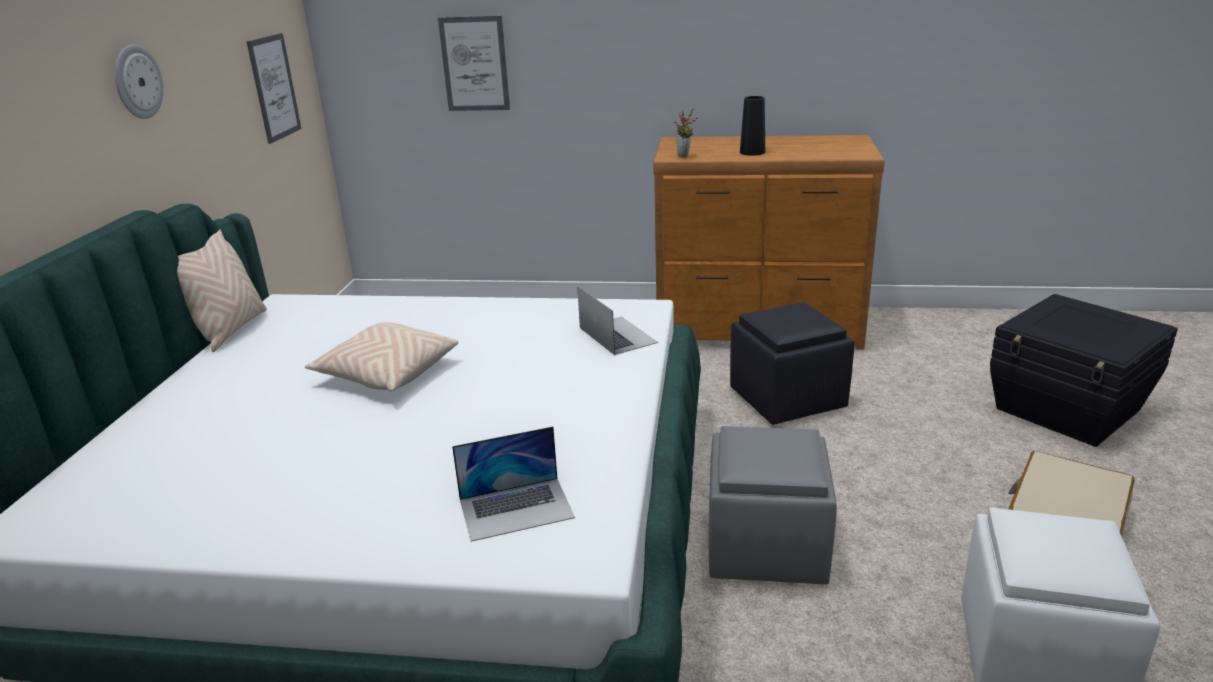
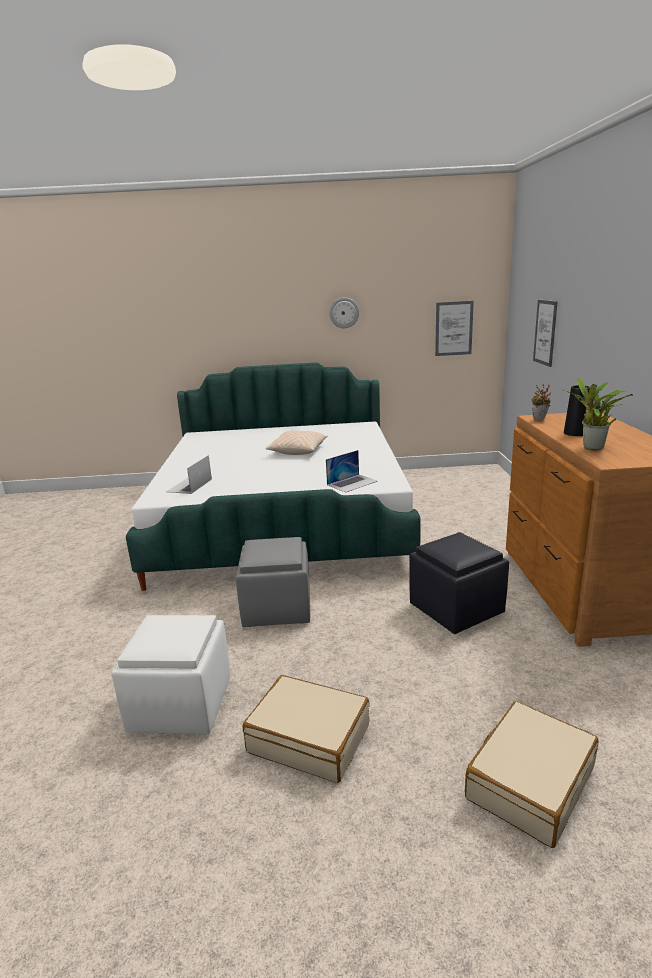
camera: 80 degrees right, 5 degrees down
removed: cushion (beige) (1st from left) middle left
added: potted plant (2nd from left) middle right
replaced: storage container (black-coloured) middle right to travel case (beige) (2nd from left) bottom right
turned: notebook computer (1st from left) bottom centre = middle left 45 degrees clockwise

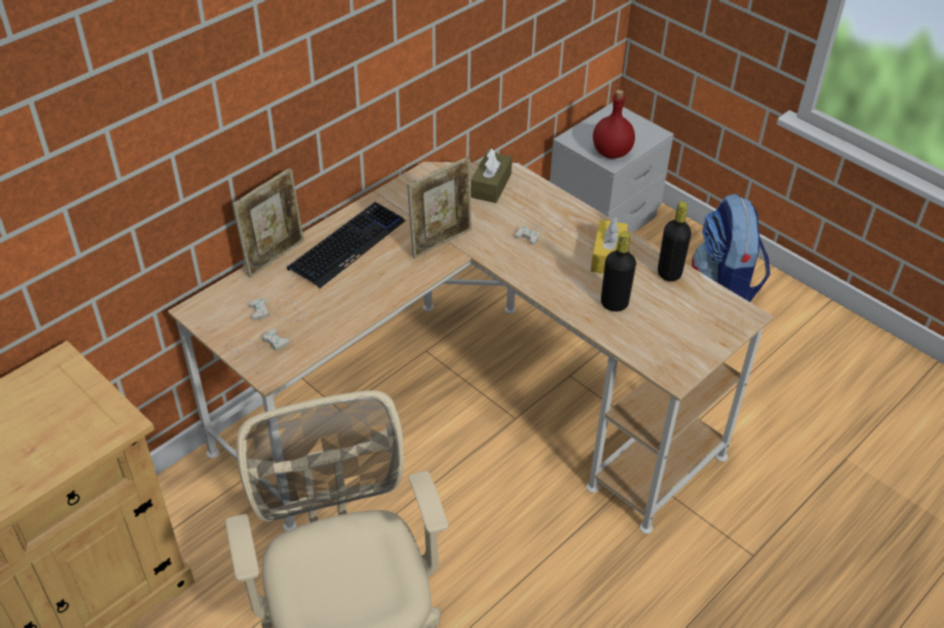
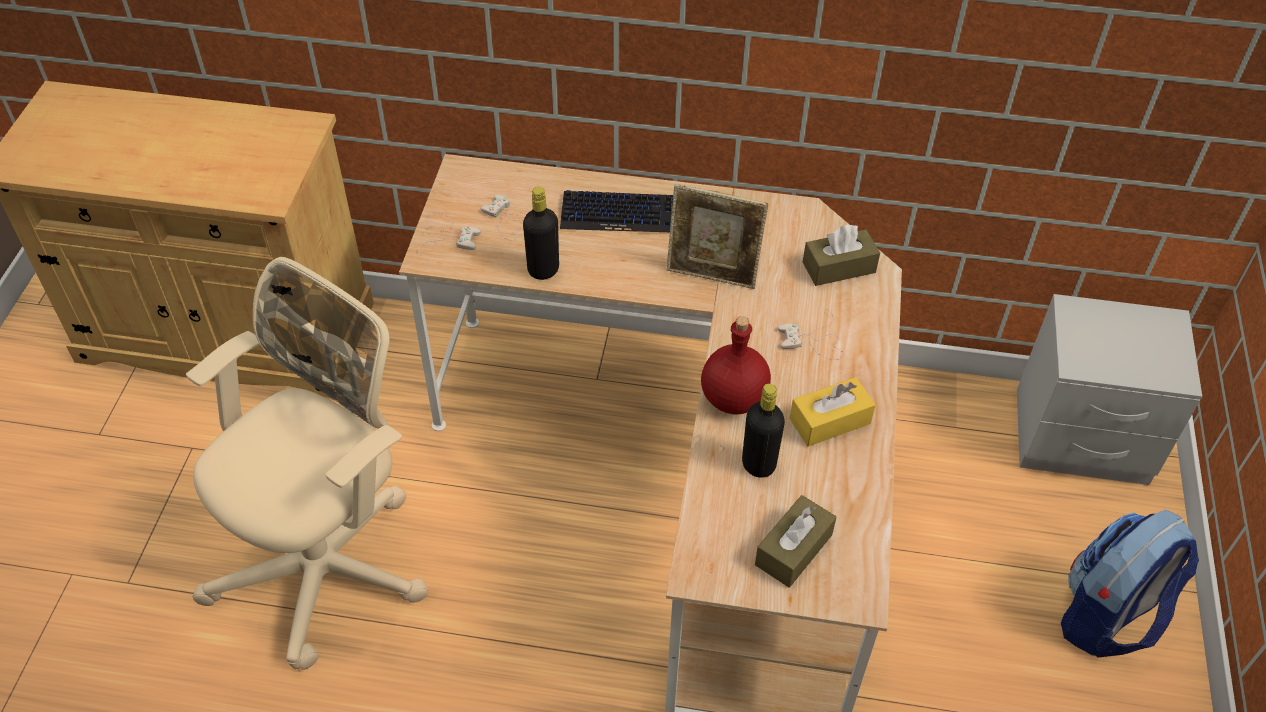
camera: 55 degrees right, 5 degrees up
removed: picture frame (1st from left) middle left
added: tissue box (brown) (1st from left) bottom centre
moved: bottle (reddish) top centre to centre; bottle (black-coloured) (2nd from left in the first image) middle right to bottle (black-coloured) (1st from left) top centre

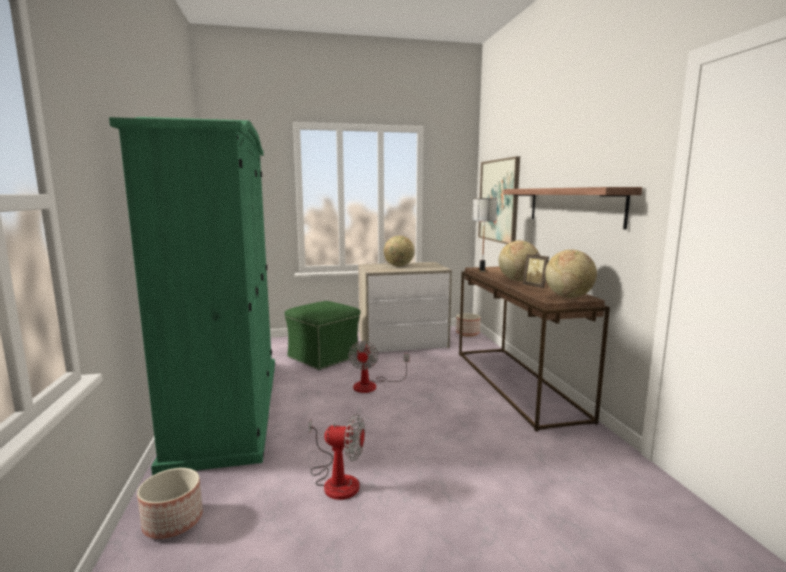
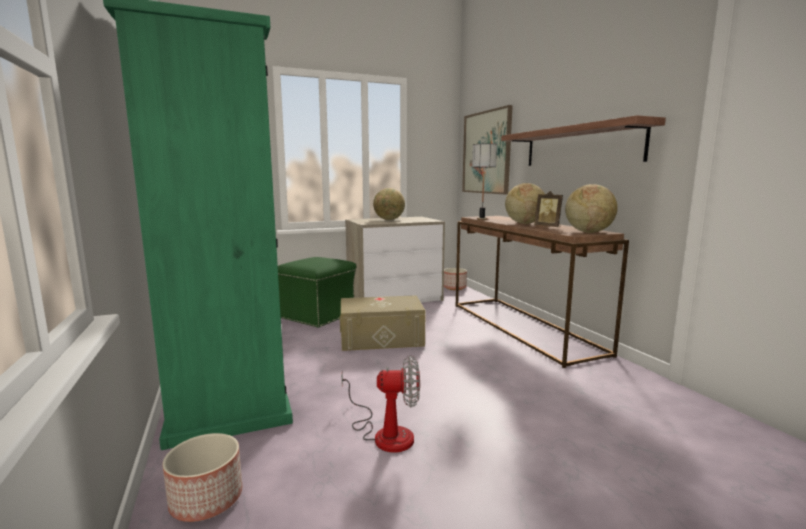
camera: 10 degrees left, 0 degrees up
replaced: electric fan (2nd from left) centre to storage container (beige) centre

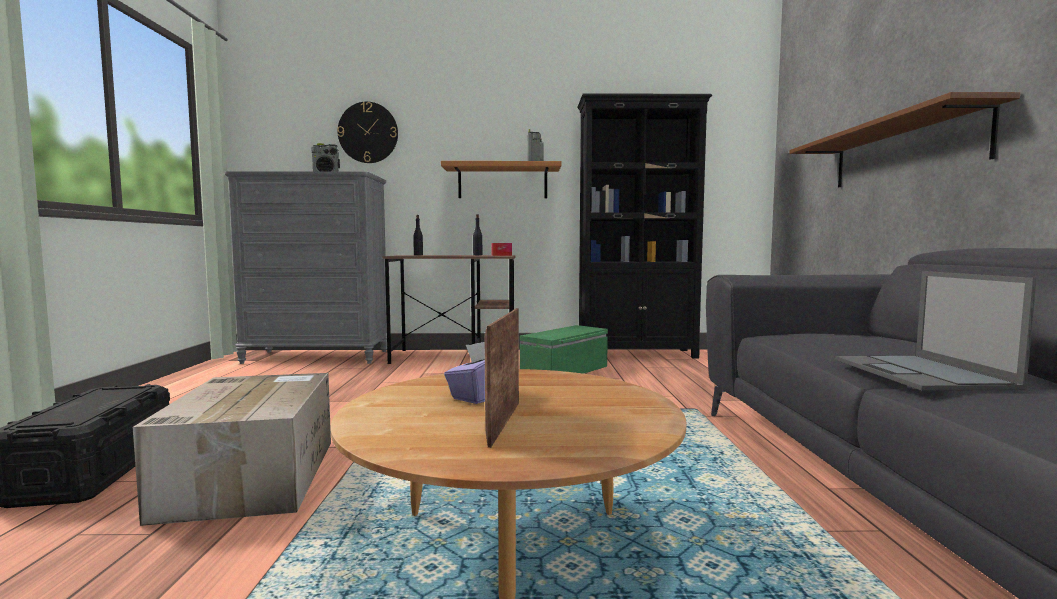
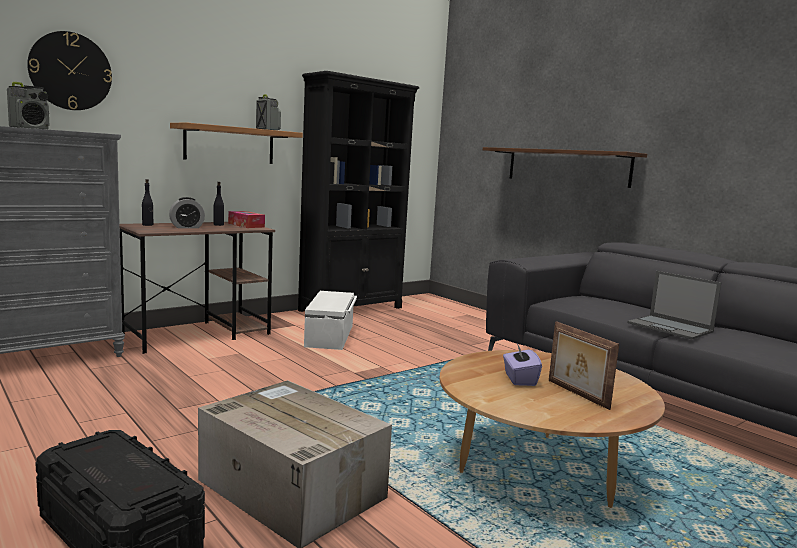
camera: 40 degrees left, 5 degrees up
added: alarm clock middle left
recoloured: storage container (green-coloured) centre to storage container (white) centre

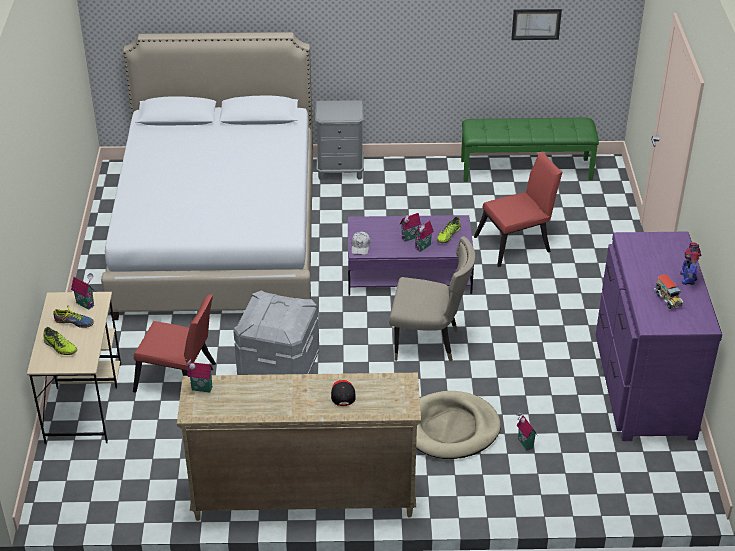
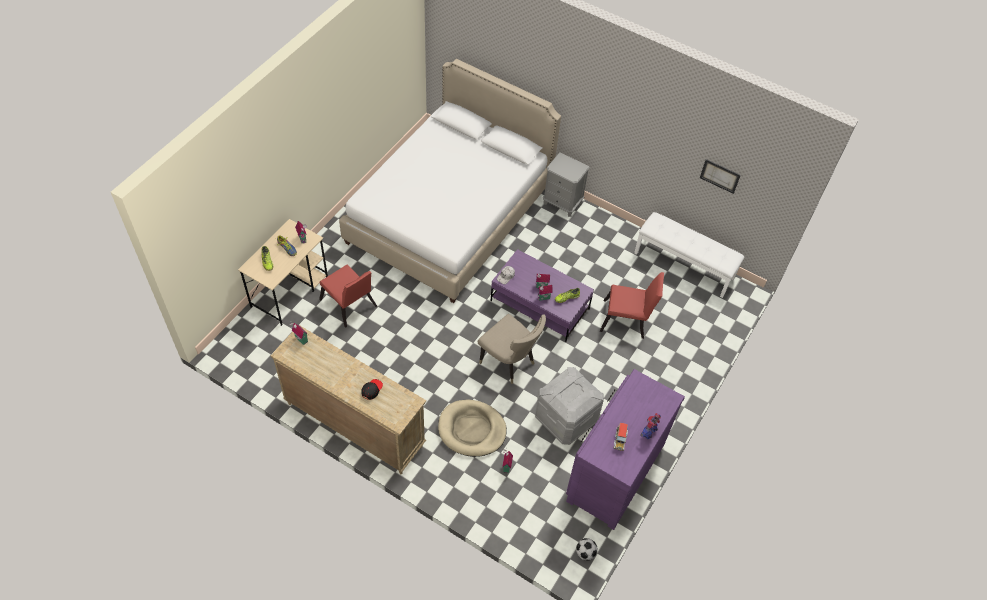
camera: 30 degrees right, 15 degrees up
added: ball for football bottom centre
moved: storage container (greyish) centre to bottom centre
recoloured: indoor bench (green-coloured) top right to indoor bench (white) middle right

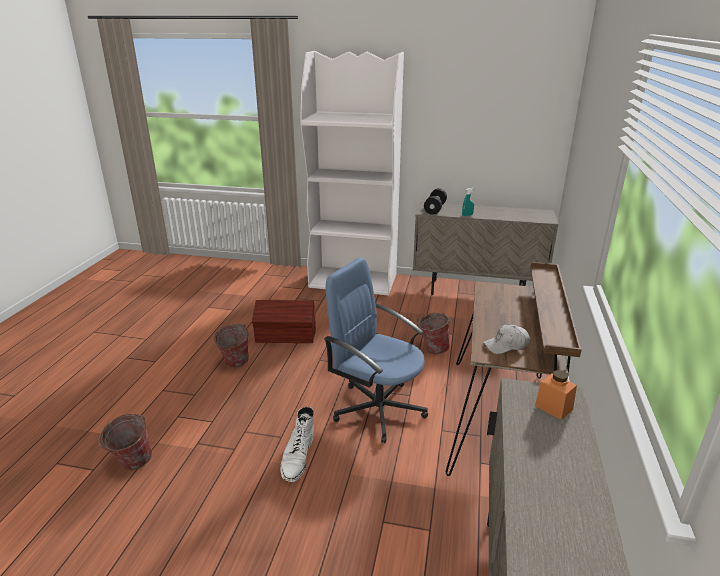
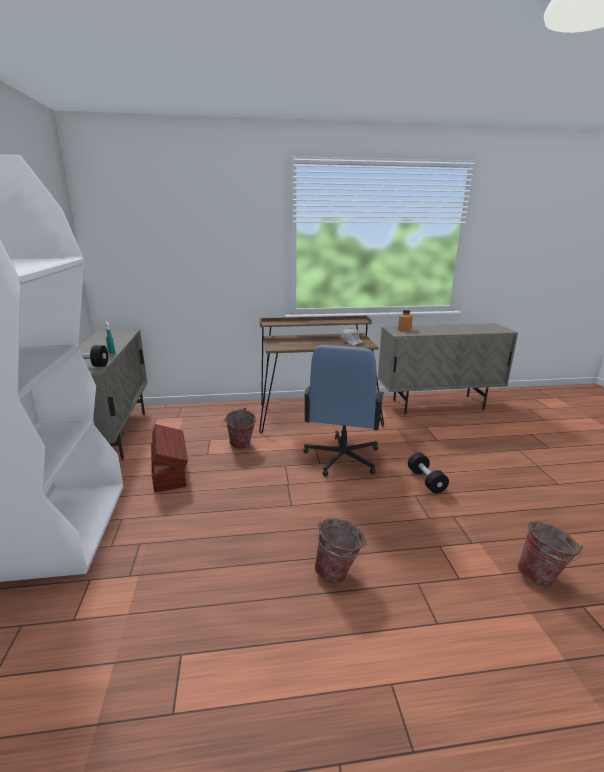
camera: 110 degrees left, 5 degrees down
moved: storage container (brown) centre to middle left
replaced: boot (white) bottom centre to dumbbell (black-coloured) (2nd from left) middle right

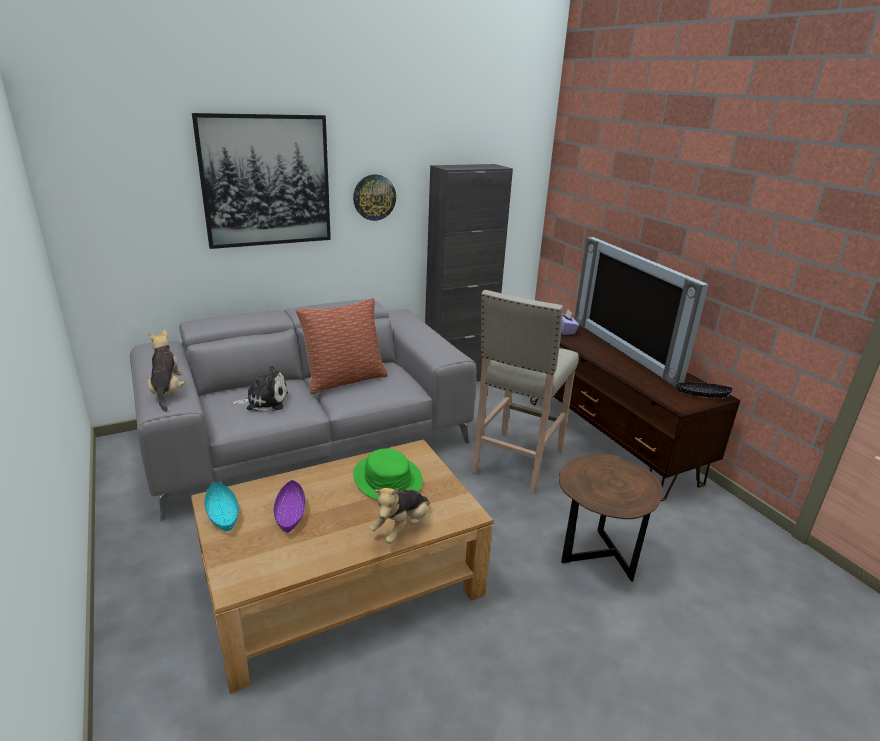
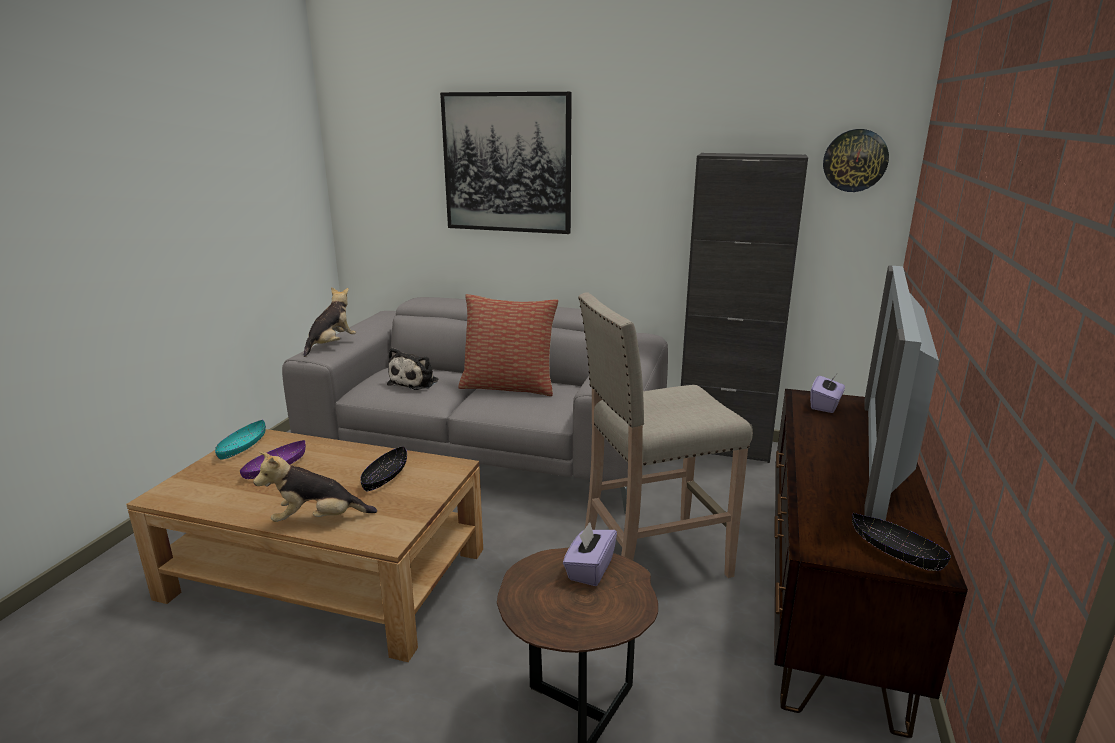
camera: 45 degrees right, 5 degrees down
added: tissue box (purple-coloured) (1st from left) bottom centre
moved: wall clock top centre to top right
replaced: hat (green-coloured) centre to bowl (black-coloured) (1st from left) centre
turned: plush toy (2nd from left in the first image) middle left = centre 75 degrees clockwise

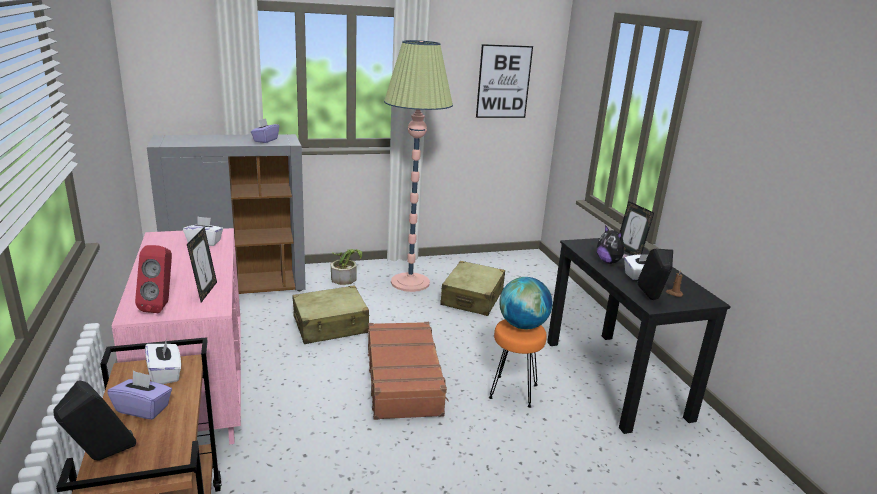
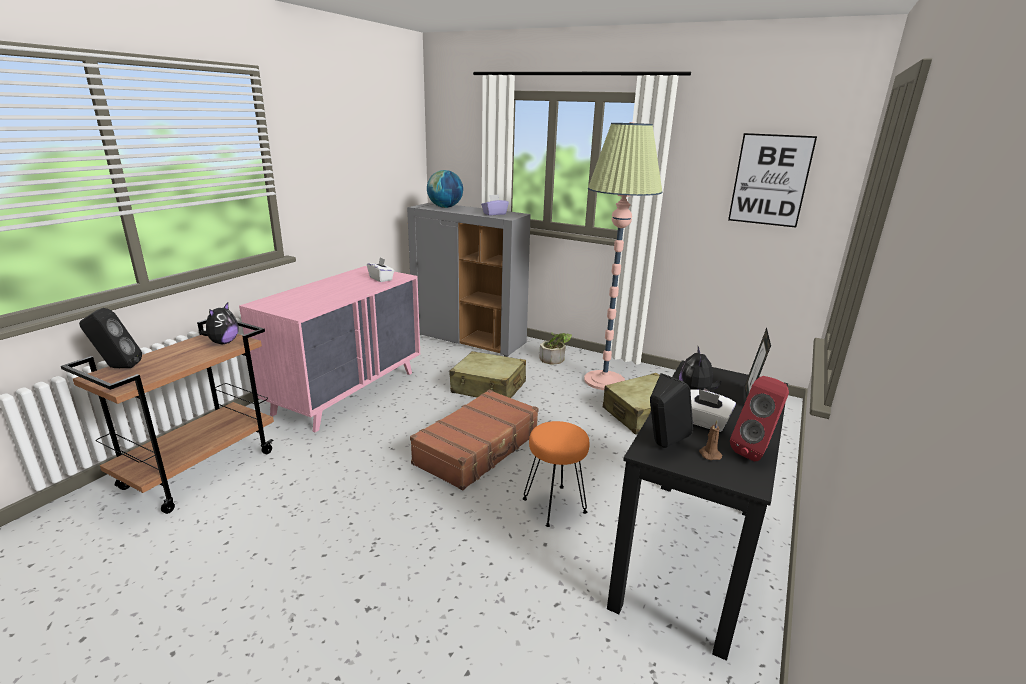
camera: 45 degrees right, 0 degrees up
removed: picture frame (1st from left) middle left; tissue box (purple-coloured) (1st from left) bottom left
moved: speaker (reddish) middle left to middle right; desk globe centre to top centre
replaced: tissue box (white) (1st from left) bottom left to plush toy (1st from left) middle left

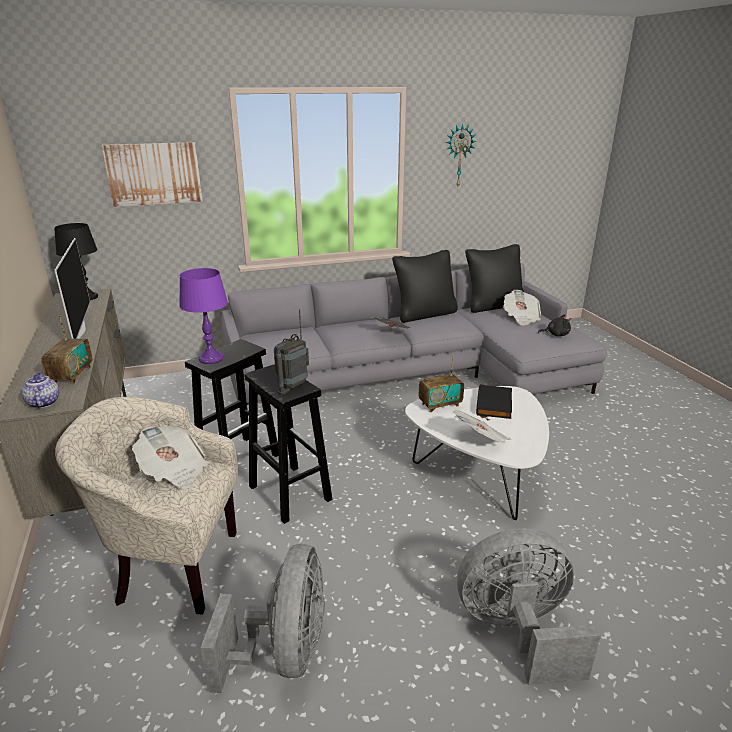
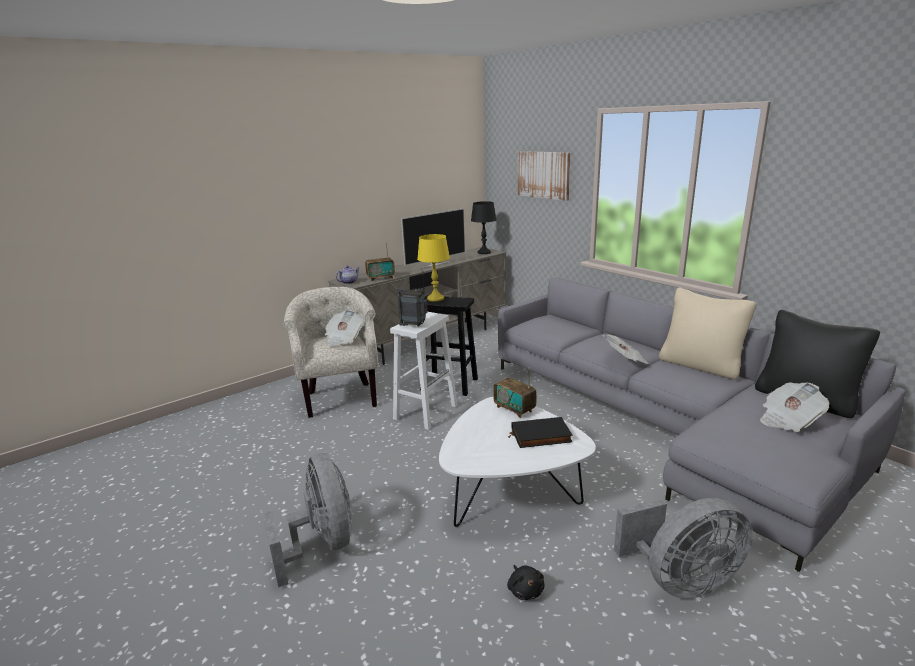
camera: 70 degrees right, 5 degrees down
removed: wall clock top centre; daily paper (3rd from left) centre
moved: plush toy (black-coloured) middle right to bottom centre; electric fan (greyish) (1st from left in the first image) bottom centre to electric fan (greyish) (2nd from left) bottom right
recoloured: cushion (black-coloured) (1st from left) centre to cushion (beige) middle right; table lamp (purple-coloured) middle left to table lamp (yellow-coloured) centre; stool (black-coloured) (2nd from left) centre to stool (white) centre

